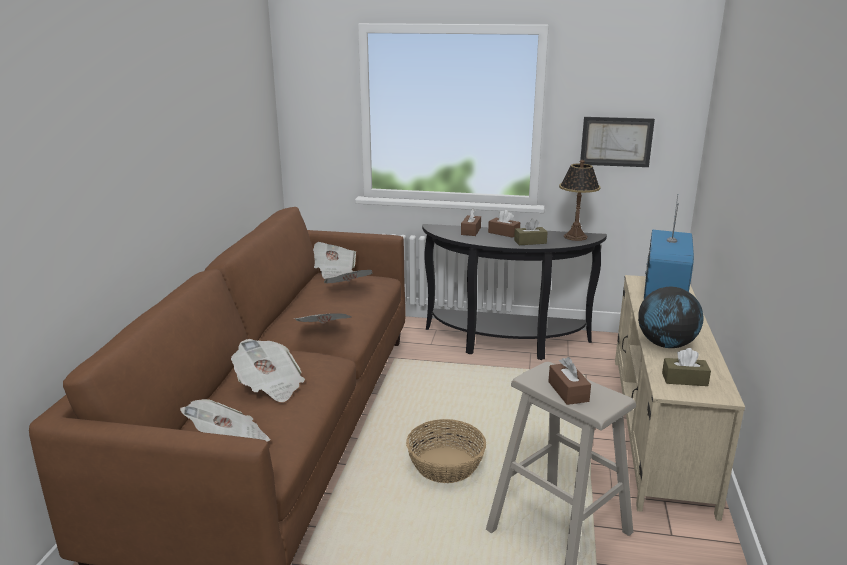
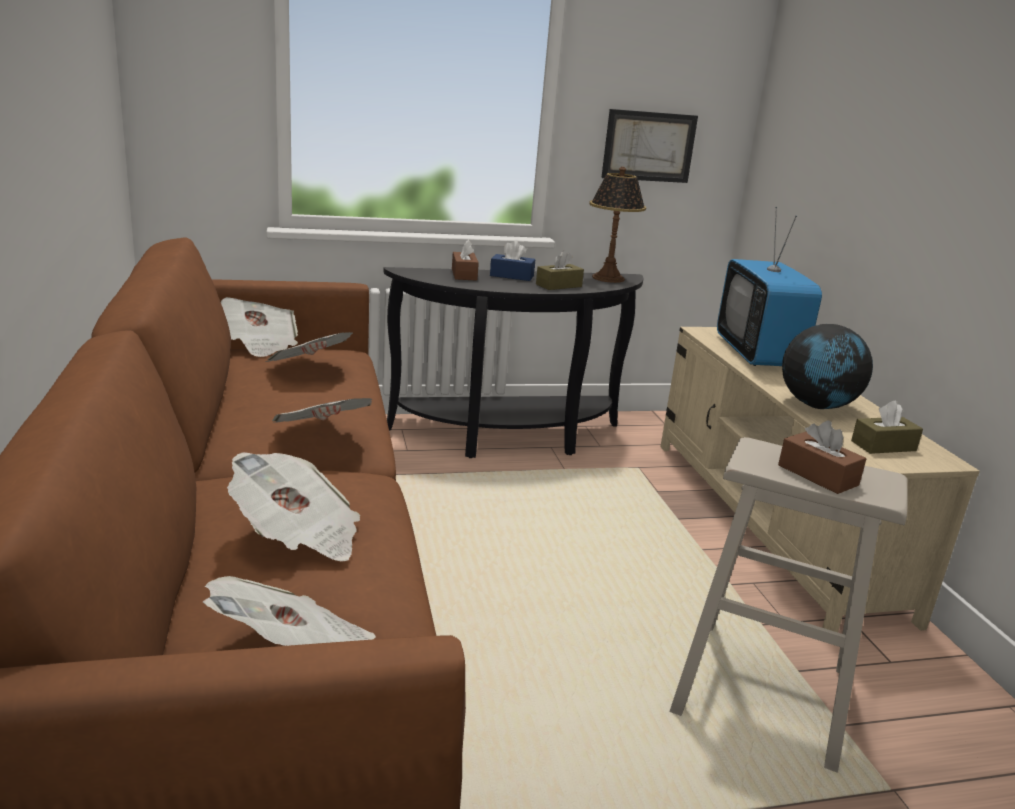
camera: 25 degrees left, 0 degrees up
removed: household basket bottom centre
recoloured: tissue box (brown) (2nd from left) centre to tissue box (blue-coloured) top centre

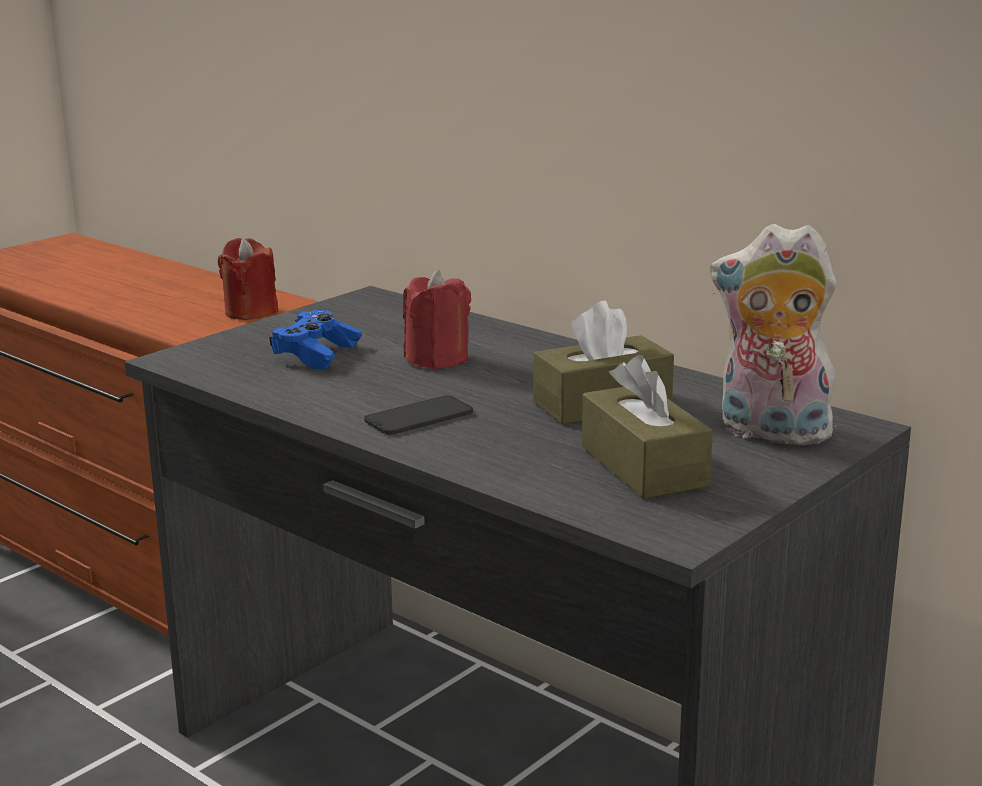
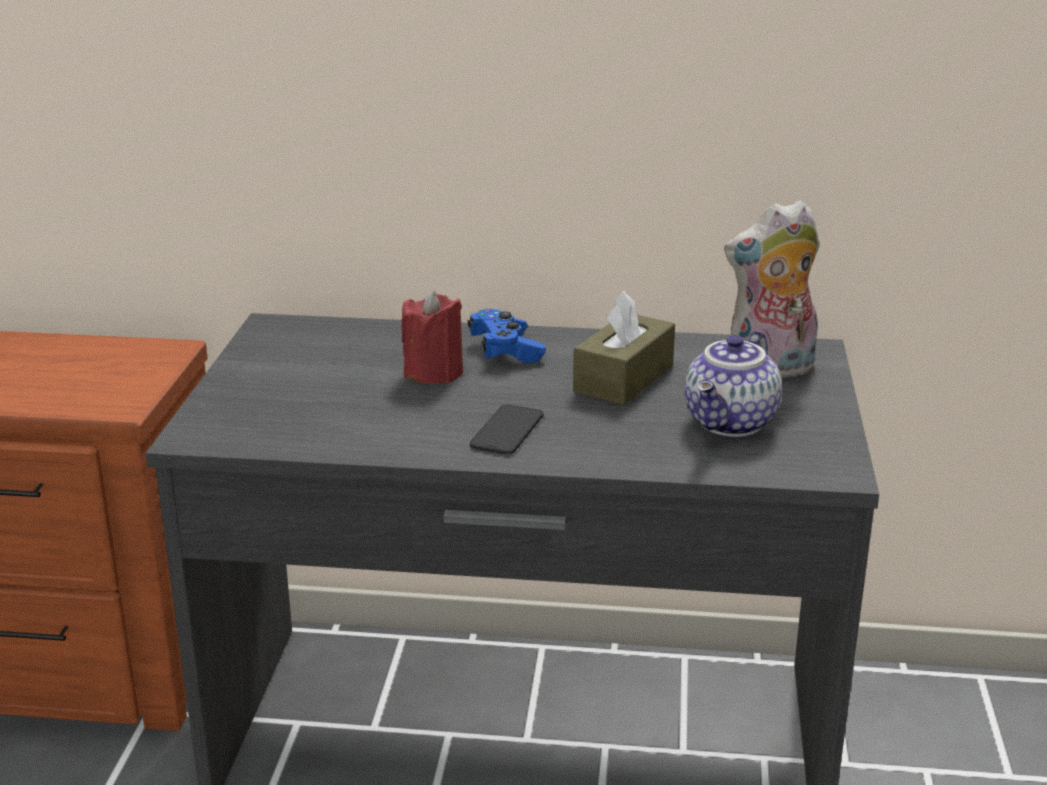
camera: 35 degrees left, 5 degrees up
removed: wax light (reddish) (1st from left) middle left
moved: joypad (blue-coloured) middle left to centre
replaced: tissue box (brown) (2nd from left) centre to pot for tea middle right

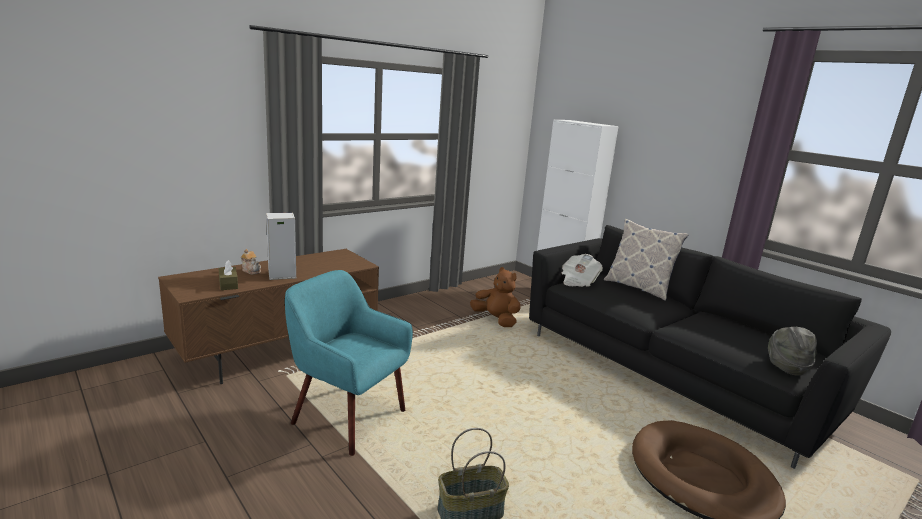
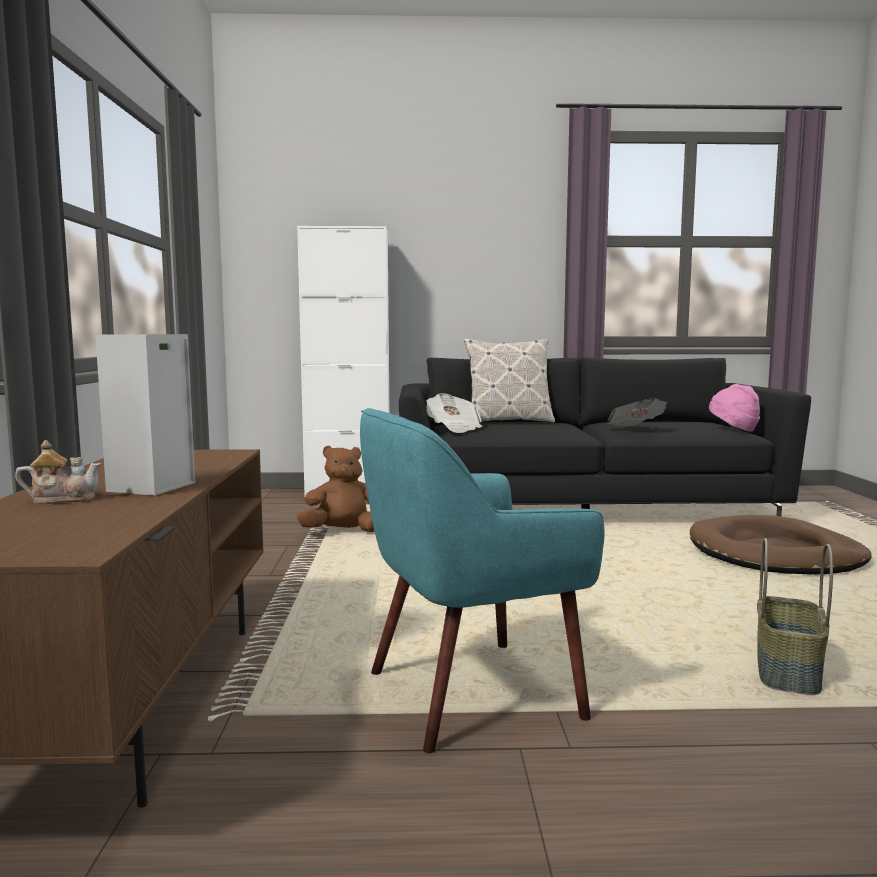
camera: 50 degrees left, 10 degrees down
removed: tissue box (brown) middle left
added: daily paper (2nd from left) middle right
recoloured: hat (greyish) bottom right to hat (pink) middle right

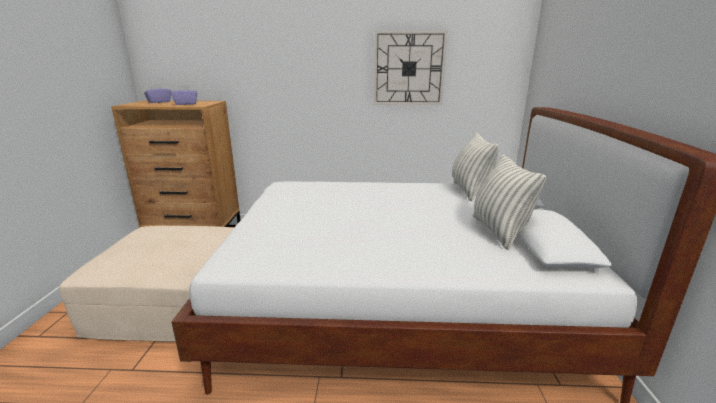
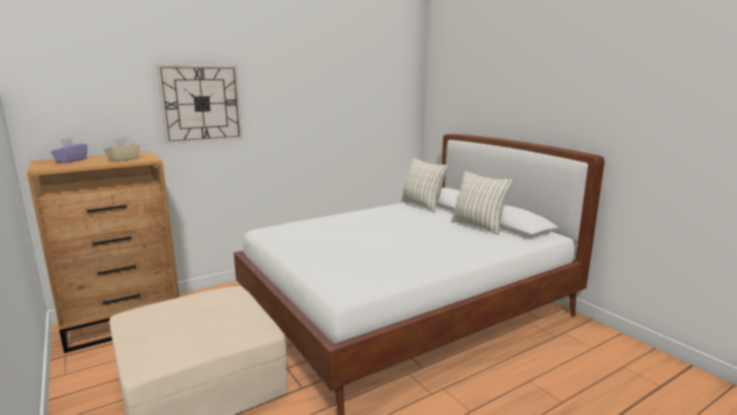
camera: 35 degrees left, 5 degrees down
moved: wall clock top centre to top left
recoloured: tissue box (purple-coloured) (2nd from left) top left to tissue box (beige) middle left

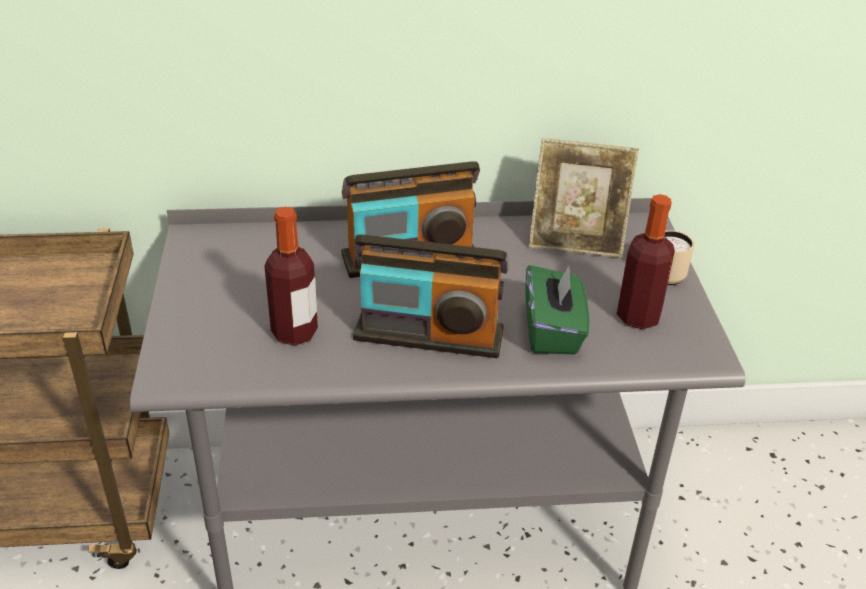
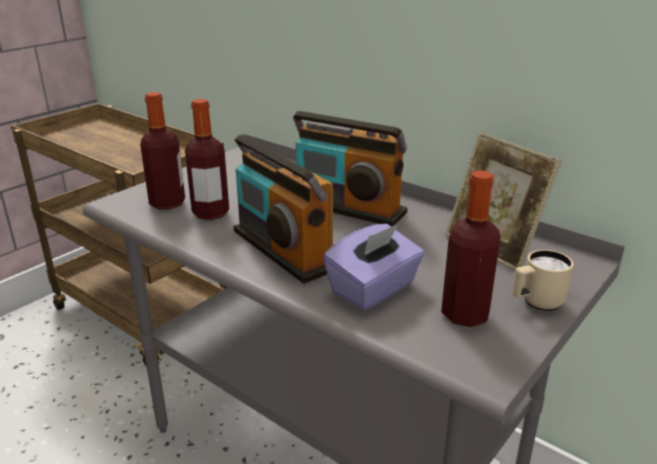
camera: 45 degrees right, 10 degrees down
added: bottle (1st from left) top left
recoloured: tissue box (green-coloured) centre to tissue box (purple-coloured) centre

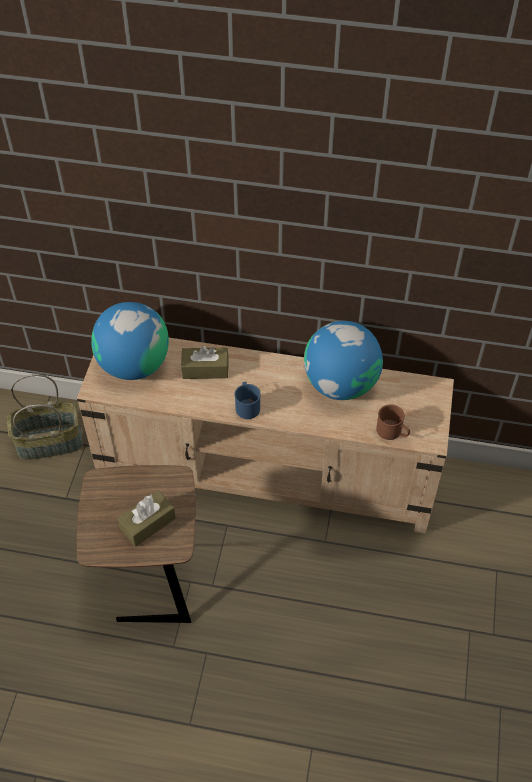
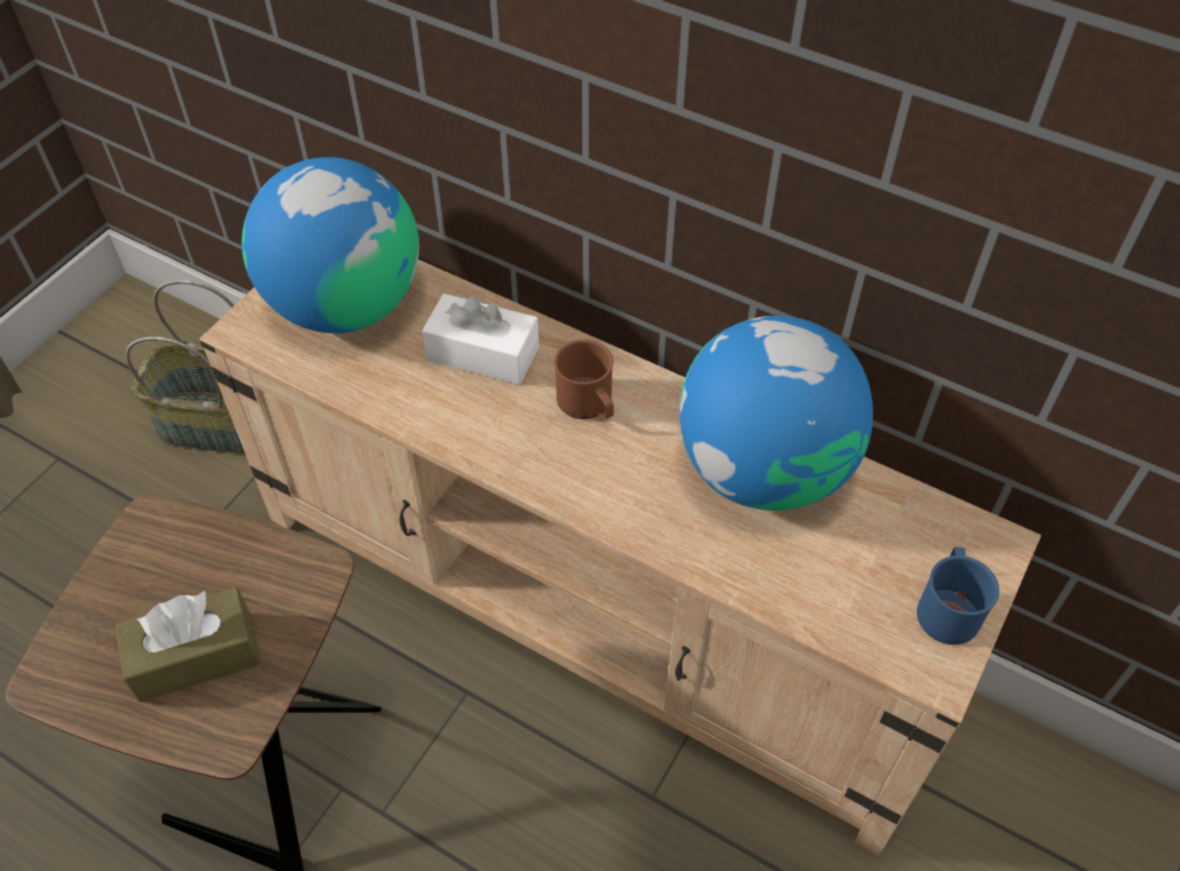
camera: 20 degrees right, 0 degrees up
moved: coffee mug (blue-coloured) centre to bottom right; coffee mug (brown) middle right to centre
recoloured: tissue box (brown) (2nd from left) centre to tissue box (white) centre

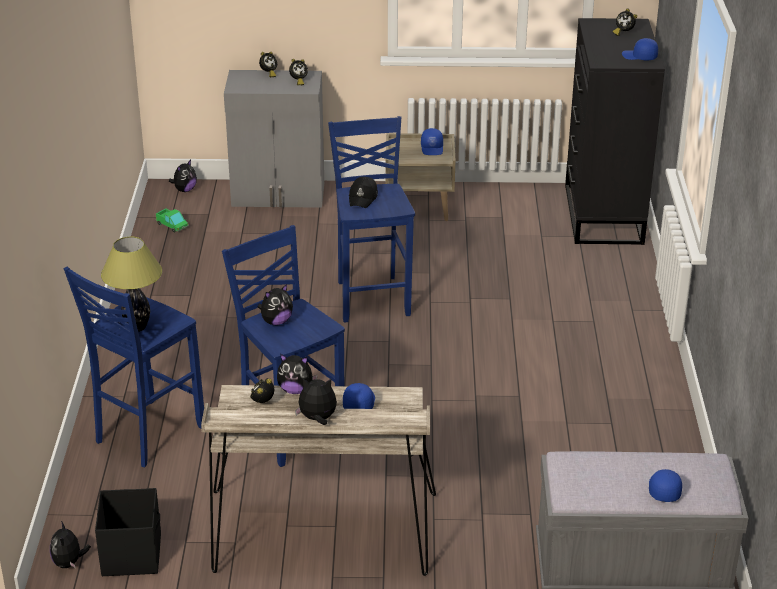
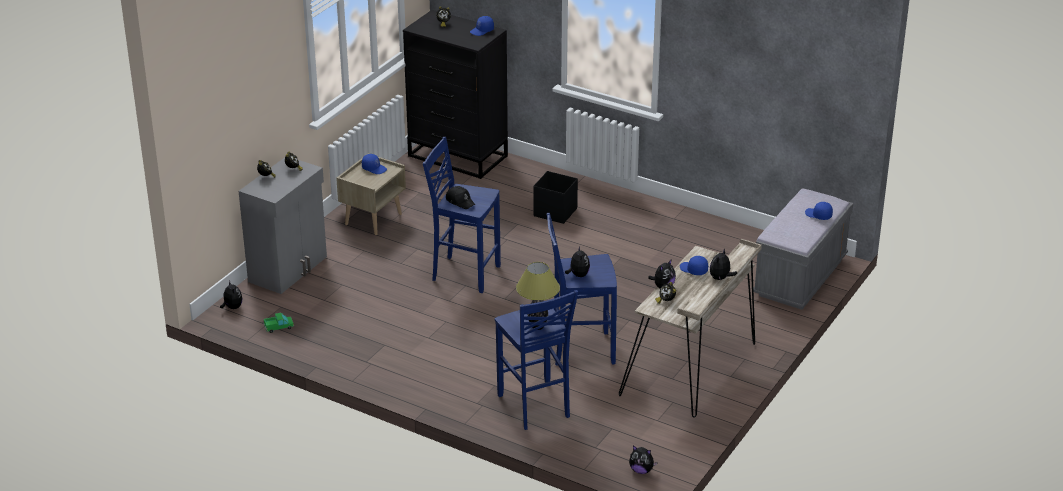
camera: 60 degrees left, 0 degrees up
moved: storage container (black-coloured) bottom left to centre

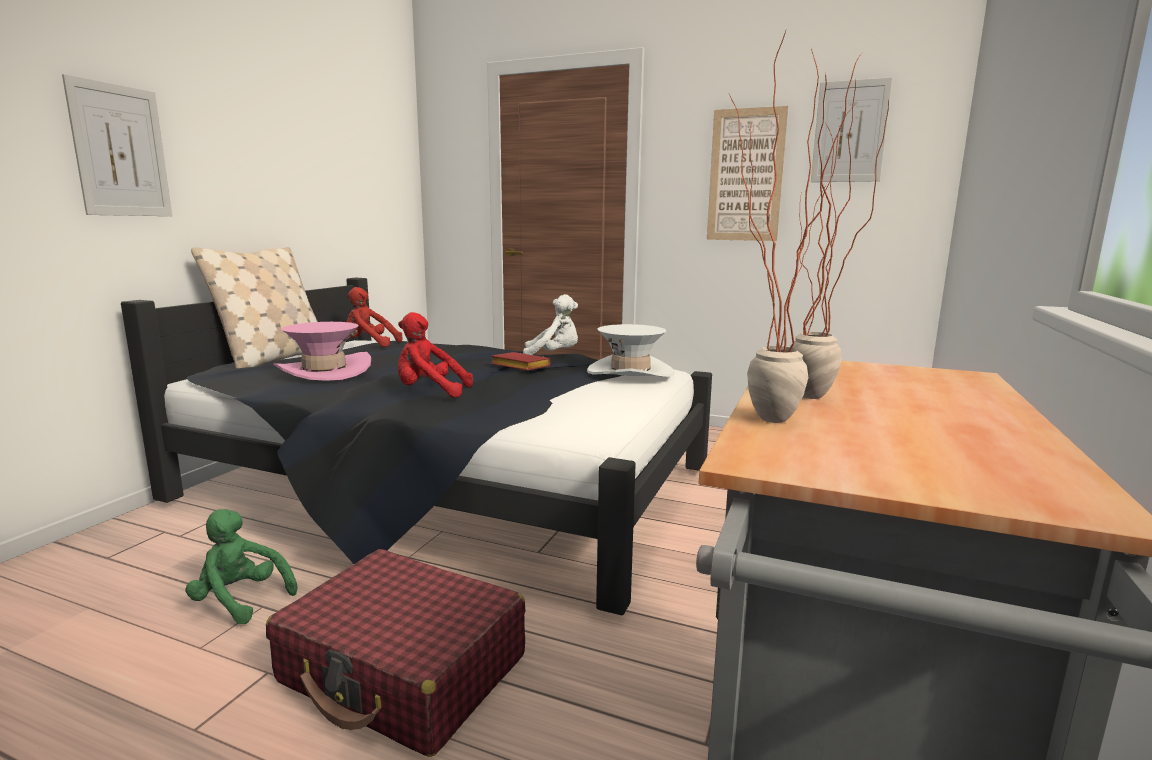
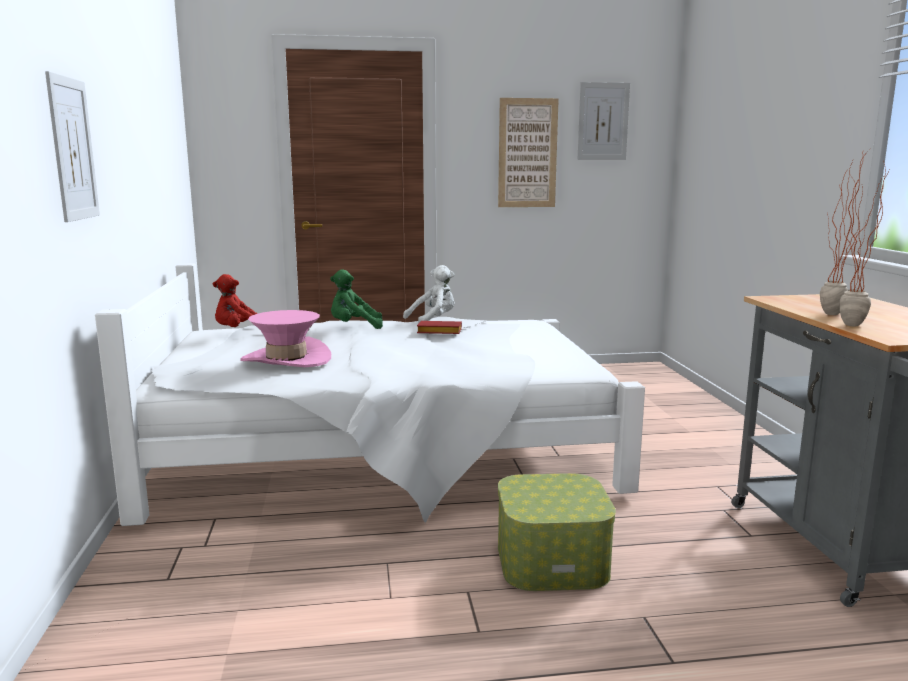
camera: 30 degrees left, 0 degrees up
removed: cushion (beige) middle left; plush toy (reddish) (2nd from left) centre; hat (white) centre
moved: plush toy (green-coloured) bottom left to centre
replaced: travel case (reddish) bottom centre to storage container bottom centre
recoloured: bed (black-coloured) centre to bed (white) centre

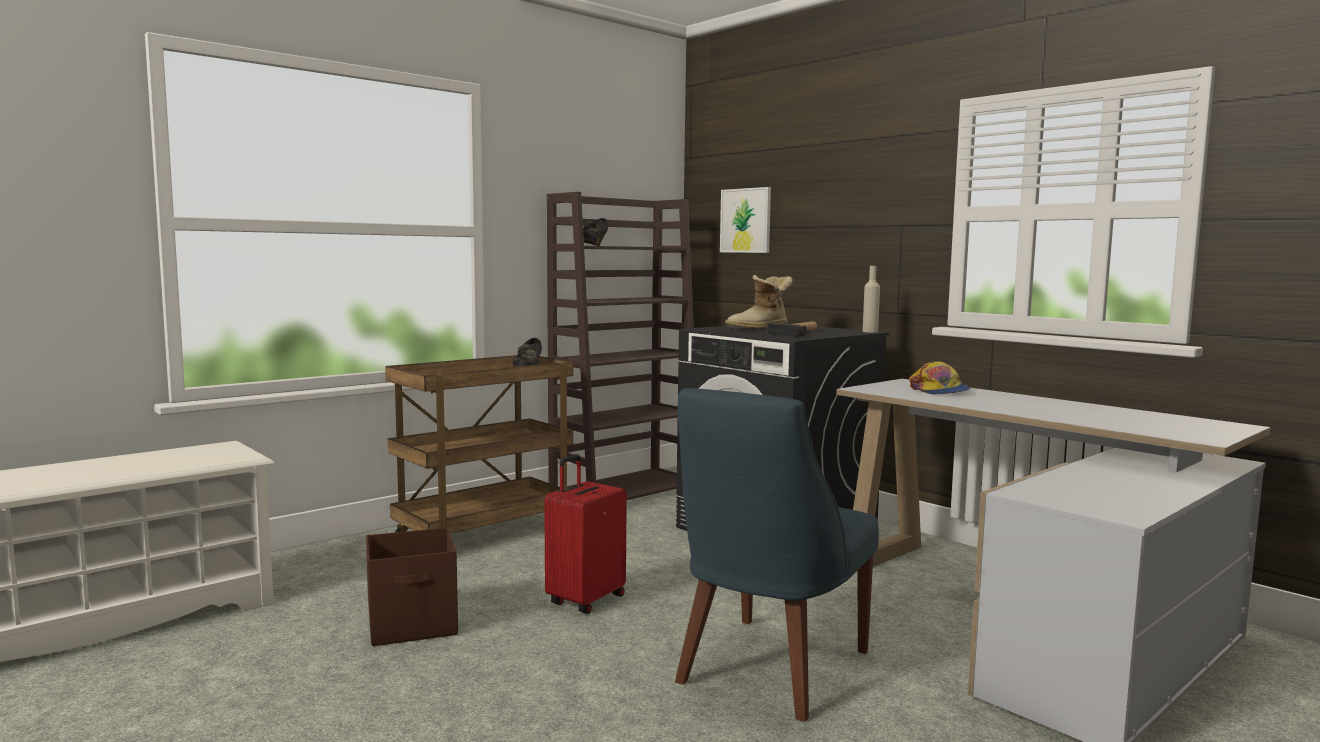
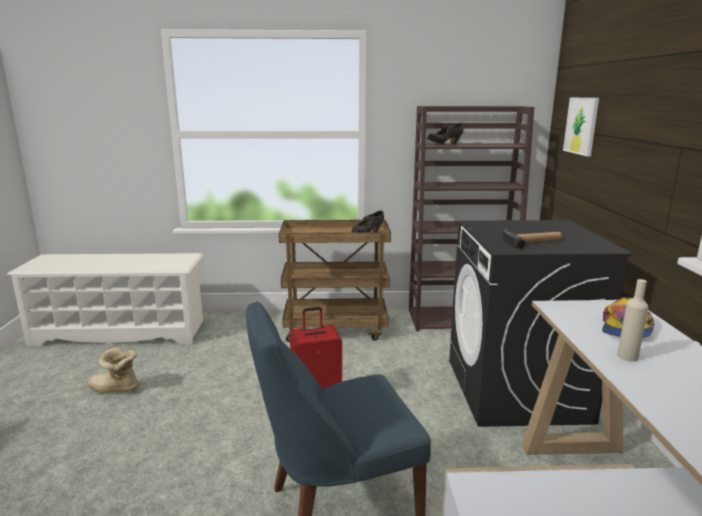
camera: 40 degrees right, 10 degrees up
removed: storage container (brown) bottom left
moved: bottle (beige) centre to middle right; boot centre to bottom left

